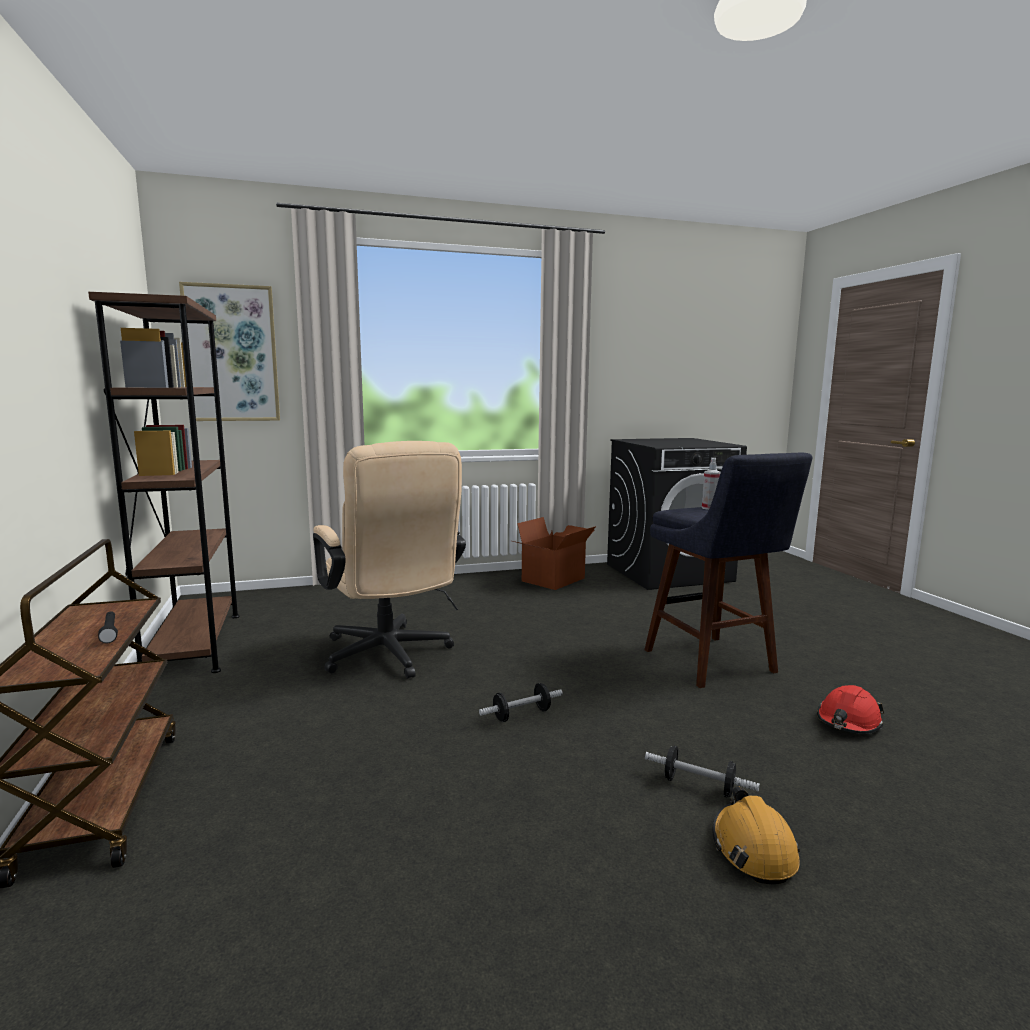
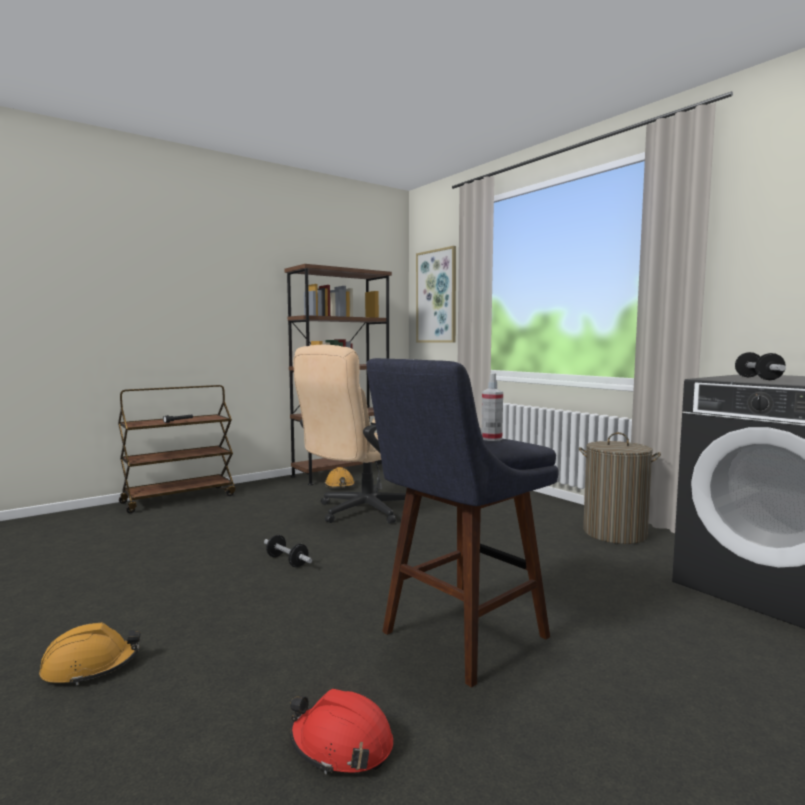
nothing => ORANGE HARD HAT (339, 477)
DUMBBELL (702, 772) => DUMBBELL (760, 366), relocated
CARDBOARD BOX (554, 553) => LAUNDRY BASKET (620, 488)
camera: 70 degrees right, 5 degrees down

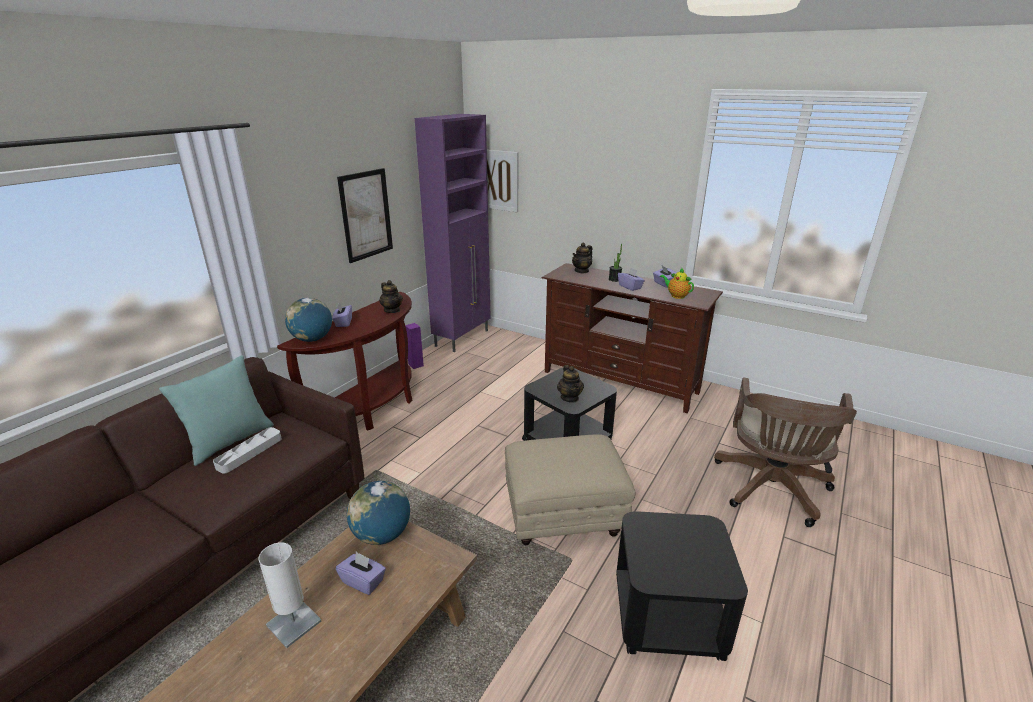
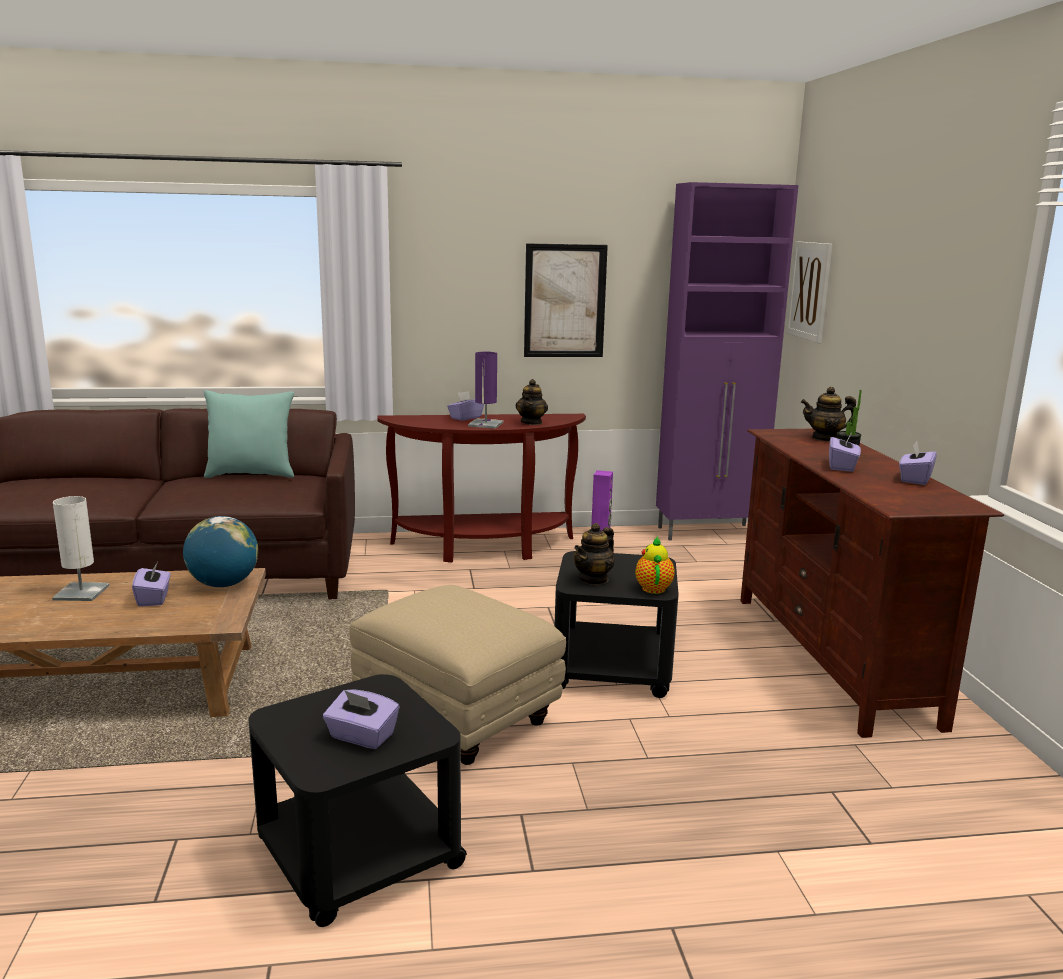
GREY TRAY (247, 450) => nothing
GLOBE (308, 320) => nothing
BROWN OFFICE CHAIR (785, 452) => nothing
nothing => PURPLE TISSUE BOX (361, 719)
nothing => PURPLE TABLE LAMP (485, 390)
TEAPOT (677, 283) => TEAPOT (655, 565), relocated
camera: 50 degrees right, 10 degrees down

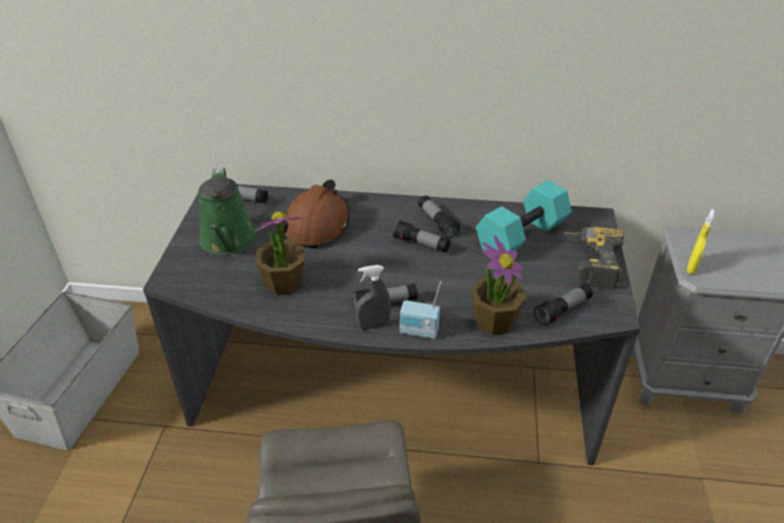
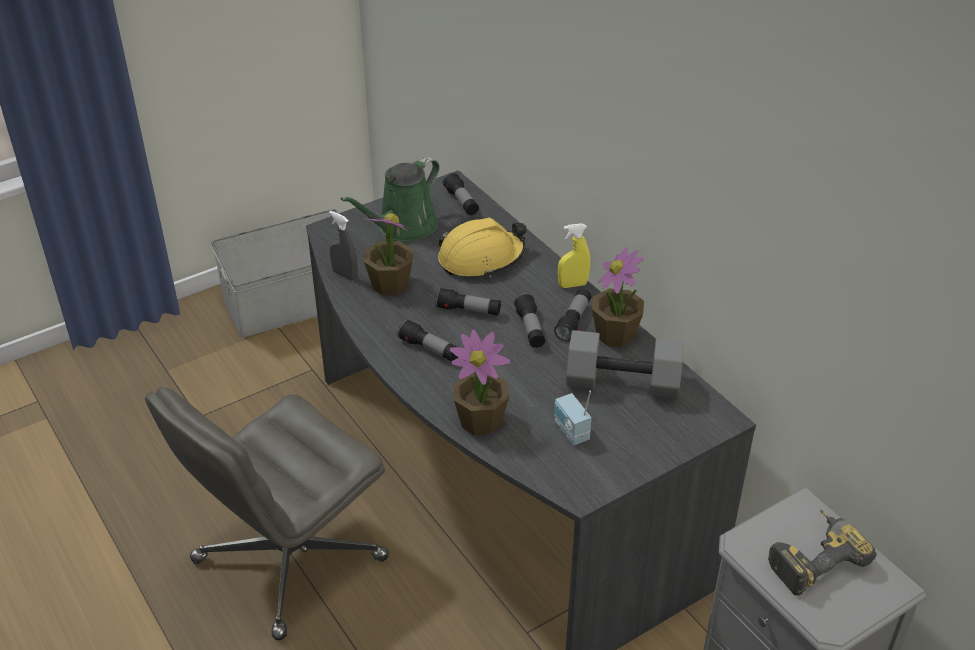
nothing => POTTED PLANT (618, 297)
GREY SPRAY BOTTLE (373, 297) => GREY SPRAY BOTTLE (343, 245), relocated
RADIO (421, 310) => RADIO (573, 418), relocated
FLASHLIGHT (563, 305) => FLASHLIGHT (468, 301), relocated
POWER DRILL (594, 258) => POWER DRILL (822, 552), relocated
YELLOW SPRAY BOTTLE (701, 241) => YELLOW SPRAY BOTTLE (574, 255), relocated
BROWN HARD HAT (317, 214) => YELLOW HARD HAT (482, 248)
TURQUOISE DUMBBELL (524, 215) => GREY DUMBBELL (625, 364)
camera: 50 degrees right, 0 degrees up

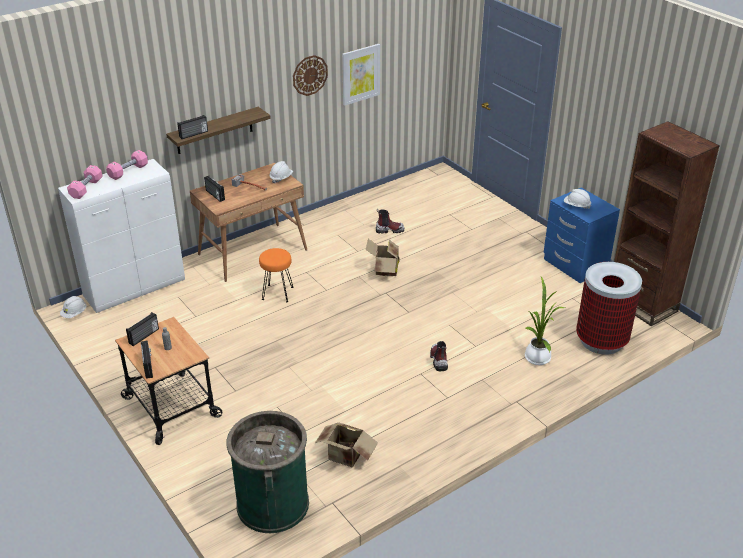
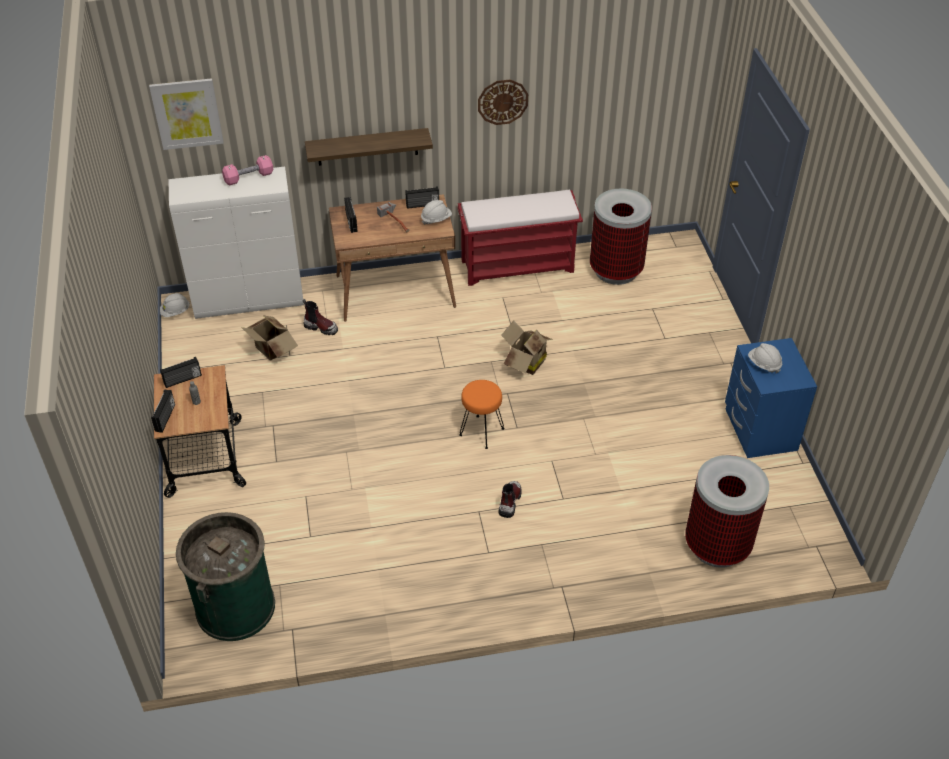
PINK DUMBBELL (85, 182) => nothing
POTTED PLANT (545, 321) => nothing
BROWN BOOKCASE (667, 223) => nothing
nothing => RED BENCH (520, 238)
nothing => TRASH CAN (621, 236)
RADIO (192, 127) => RADIO (422, 197), relocated
ORANGE STOOL (276, 275) => ORANGE STOOL (481, 414), relocated
CARDBOARD BOX (346, 445) => CARDBOARD BOX (269, 338), relocated
PICTURE (361, 75) => PICTURE (186, 114), relocated
BOOT (390, 221) => BOOT (320, 317), relocated
camera: 25 degrees right, 10 degrees up

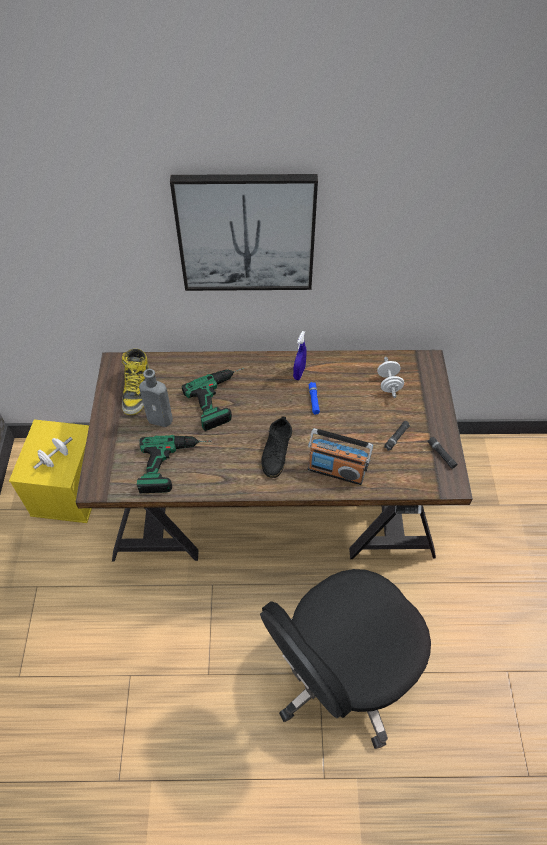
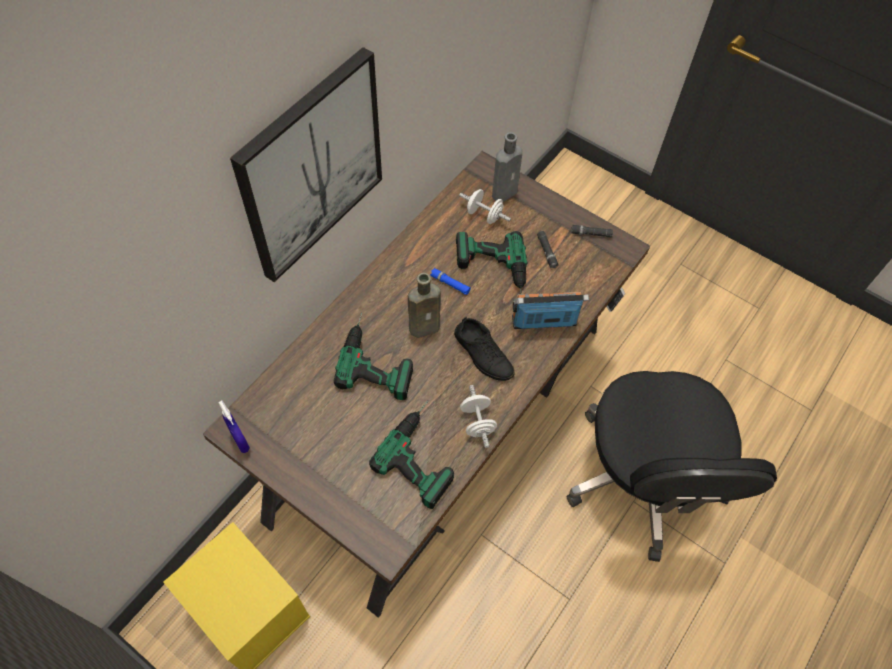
BOOT (136, 382) => nothing
nothing => BROWN BOTTLE (424, 305)
nothing => POWER DRILL (491, 262)
WHITE DUMBBELL (53, 453) => WHITE DUMBBELL (478, 416), relocated
GREY BOTTLE (156, 398) => GREY BOTTLE (507, 167), relocated
BLUE SPRAY BOTTLE (300, 355) => BLUE SPRAY BOTTLE (234, 427), relocated
RADIO (340, 456) => RADIO (550, 310), 150 degrees counterclockwise
camera: 55 degrees left, 5 degrees up

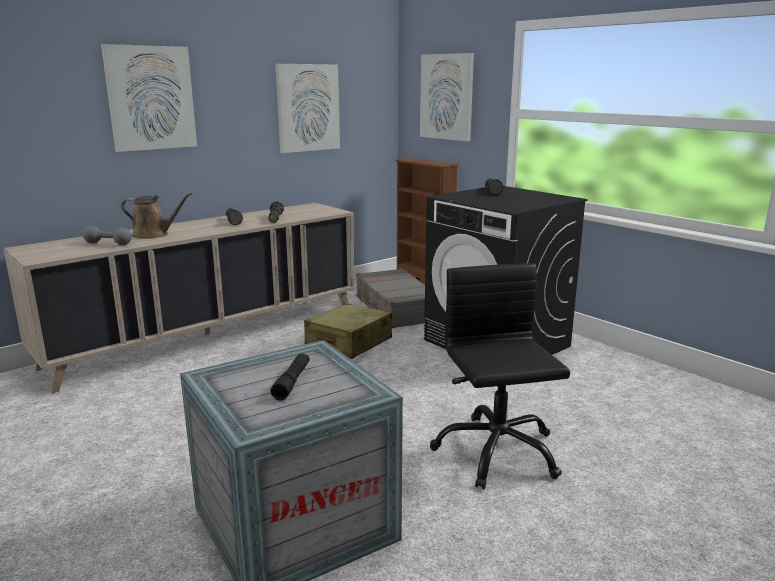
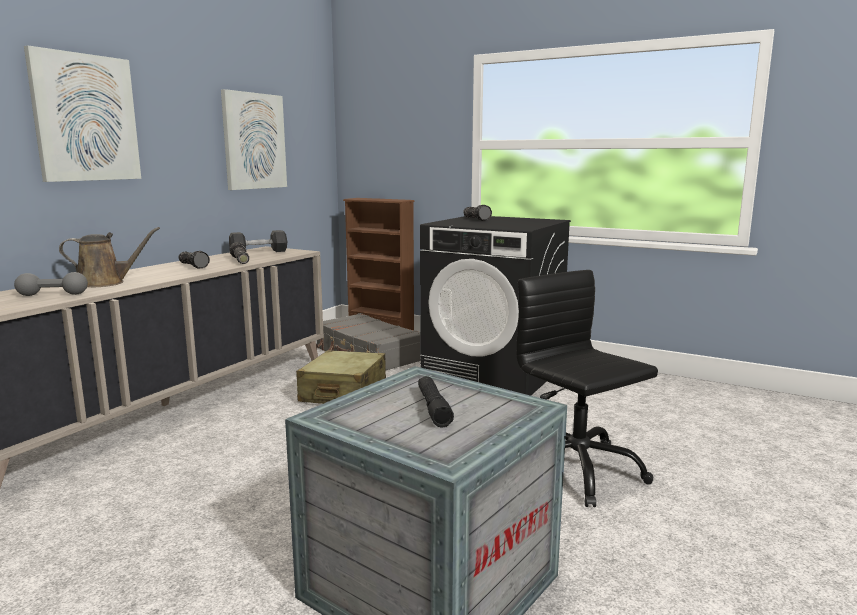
PICTURE (447, 97) => nothing
nothing => BLACK DUMBBELL (258, 241)
camera: 20 degrees left, 5 degrees down

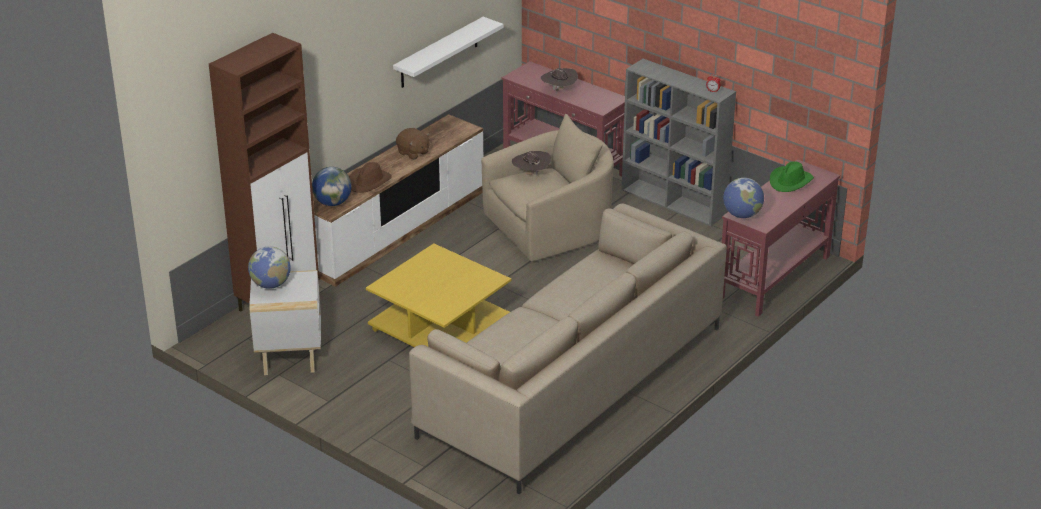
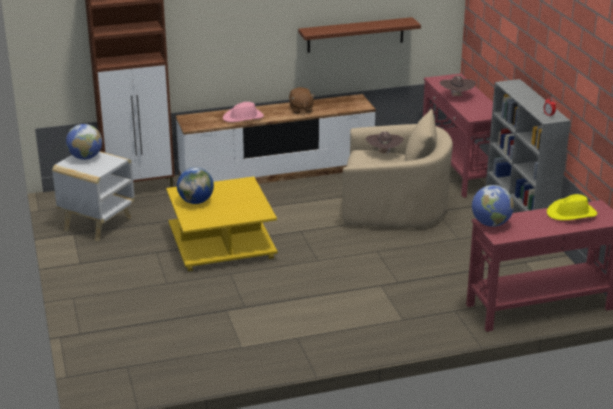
BEIGE SOFA (568, 348) => nothing
GLOBE (332, 186) => GLOBE (195, 185), relocated
BROWN HAT (370, 177) => PINK HAT (243, 112)
WHITE SHELF (448, 52) => BROWN SHELF (359, 35)
GREEN HAT (792, 176) => YELLOW HAT (572, 207)
camera: 35 degrees right, 5 degrees down

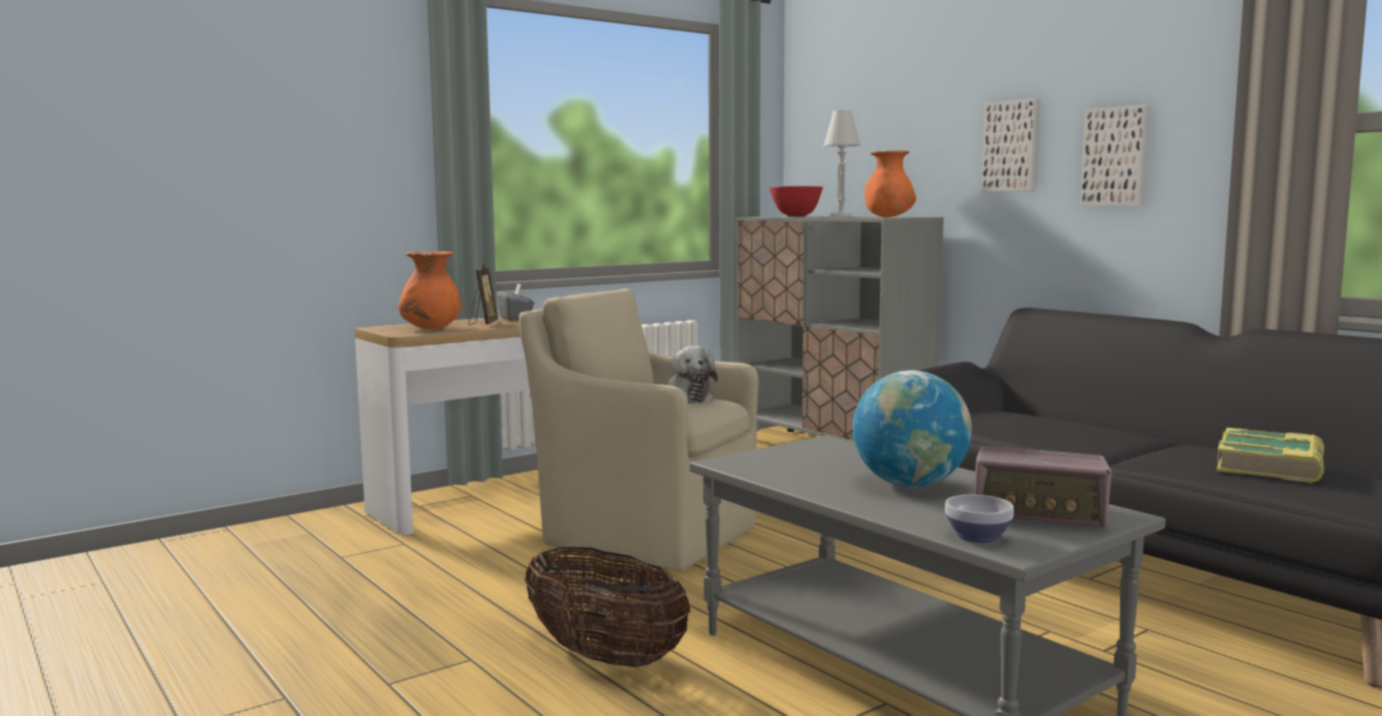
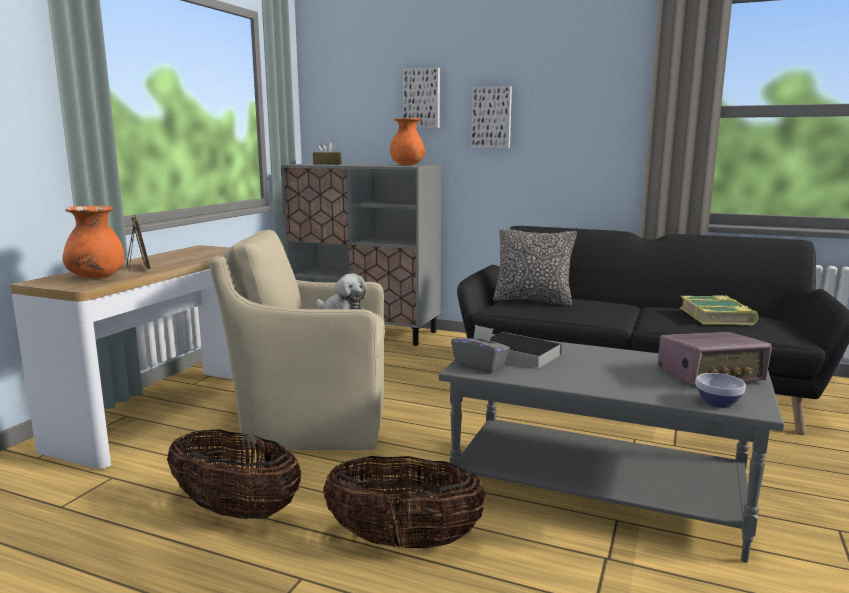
WHITE TABLE LAMP (842, 163) => nothing
GLOBE (912, 428) => nothing
nothing => BASKET (234, 474)
nothing => BOOK (526, 350)
nothing => PILLOW (535, 267)
GREY TISSUE BOX (515, 302) => GREY TISSUE BOX (480, 349), relocated
PICTURE (1115, 155) => PICTURE (421, 98), relocated
RED BOWL (796, 201) => BROWN TISSUE BOX (327, 152)
camera: 30 degrees left, 5 degrees up

